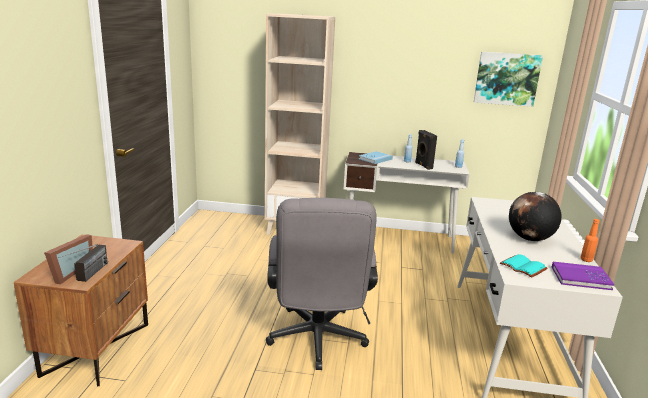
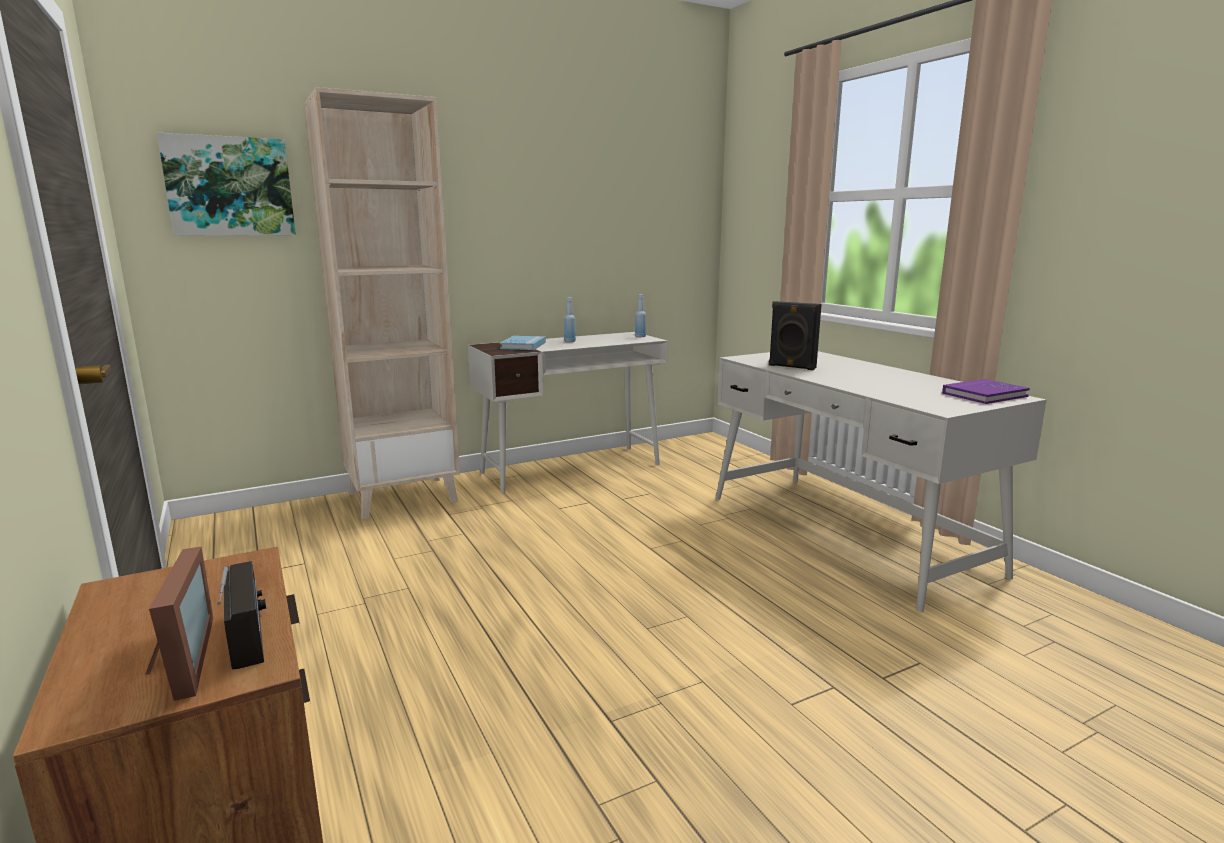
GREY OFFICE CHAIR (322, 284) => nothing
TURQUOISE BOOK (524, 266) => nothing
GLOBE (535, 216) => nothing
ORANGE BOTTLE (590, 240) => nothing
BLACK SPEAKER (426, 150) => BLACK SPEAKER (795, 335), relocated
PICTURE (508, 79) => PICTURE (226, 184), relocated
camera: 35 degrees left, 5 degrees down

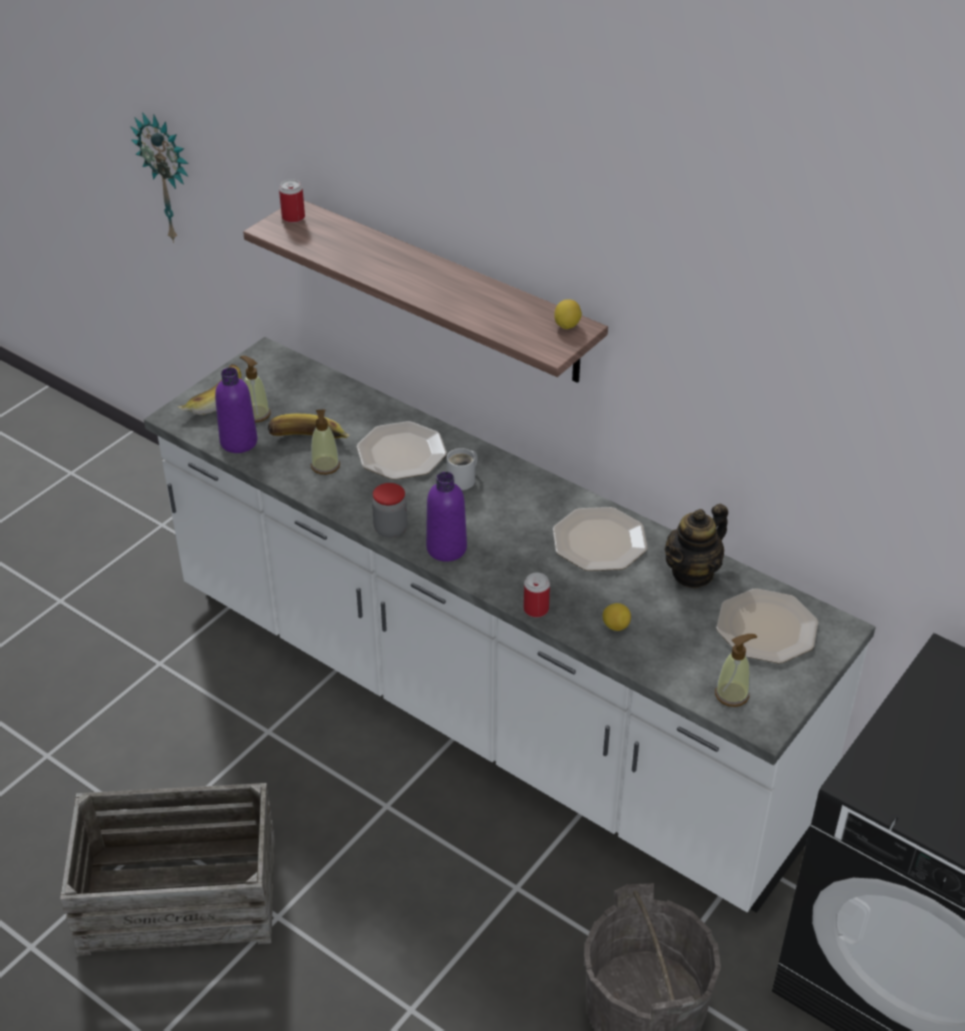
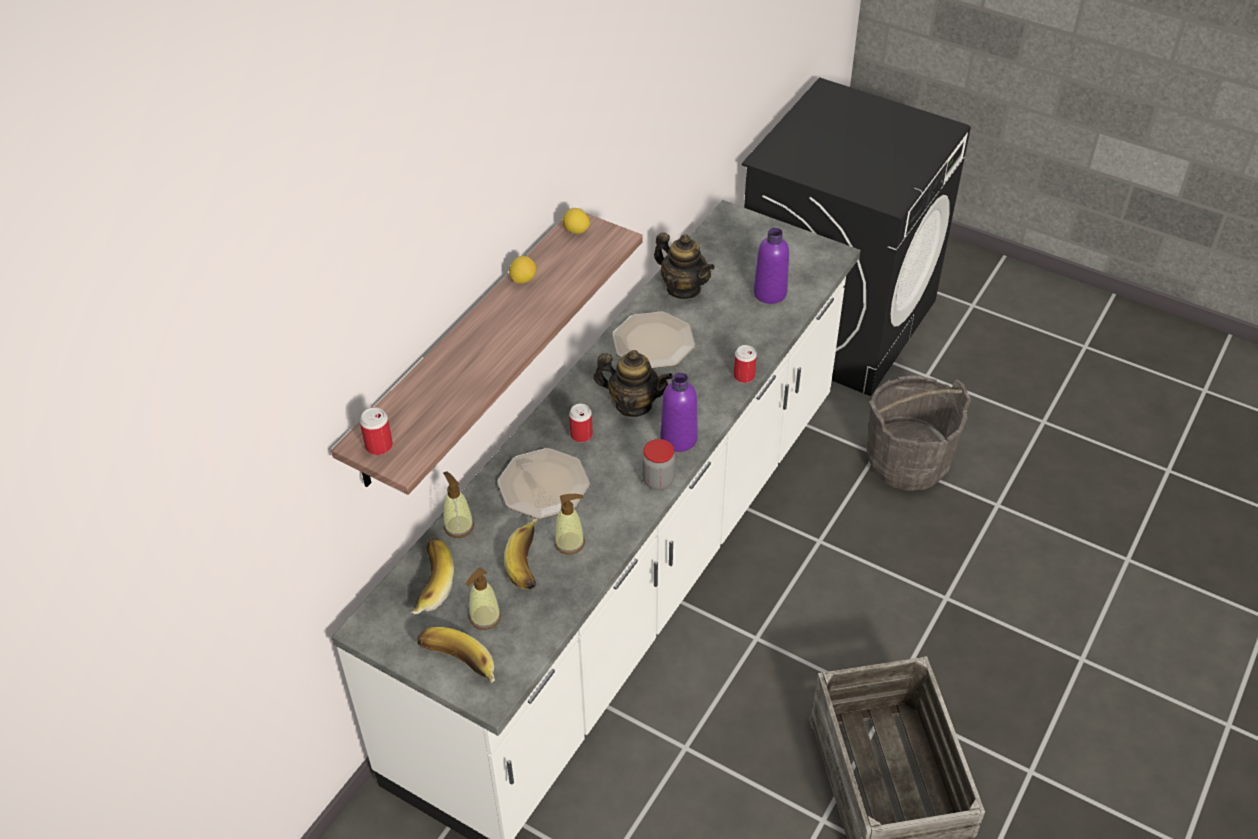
WALL CLOCK (159, 177) => nothing
PLATE (767, 625) => nothing
nothing => BANANA (432, 576)
nothing => TEAPOT (633, 383)
PURPLE BOTTLE (236, 410) => PURPLE BOTTLE (771, 266), relocated
LEMON (617, 617) => LEMON (523, 270), relocated
SOAP DISPENSER (736, 670) => SOAP DISPENSER (458, 504), relocated
WHITE MUG (462, 469) => CAN (581, 423)
camera: 95 degrees left, 5 degrees up

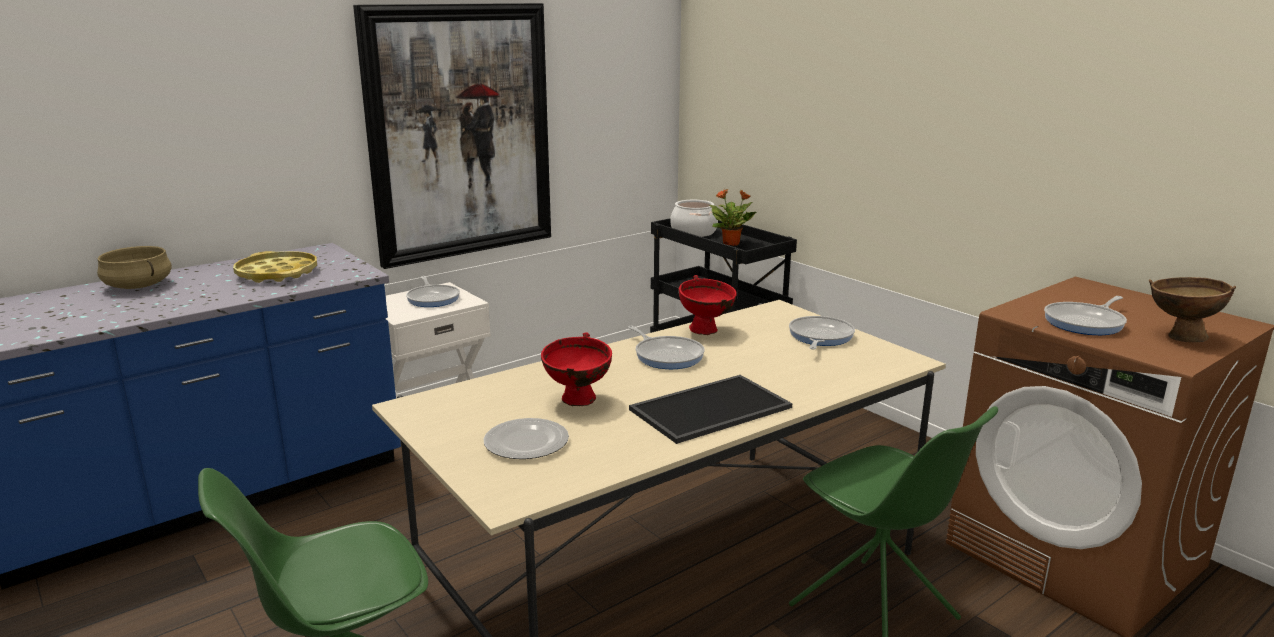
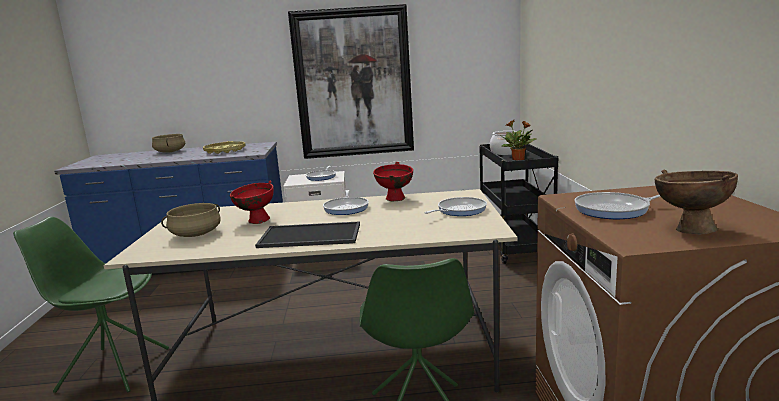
PLATE (526, 438) => BEIGE COOKING POT (191, 220)
camera: 35 degrees right, 5 degrees down

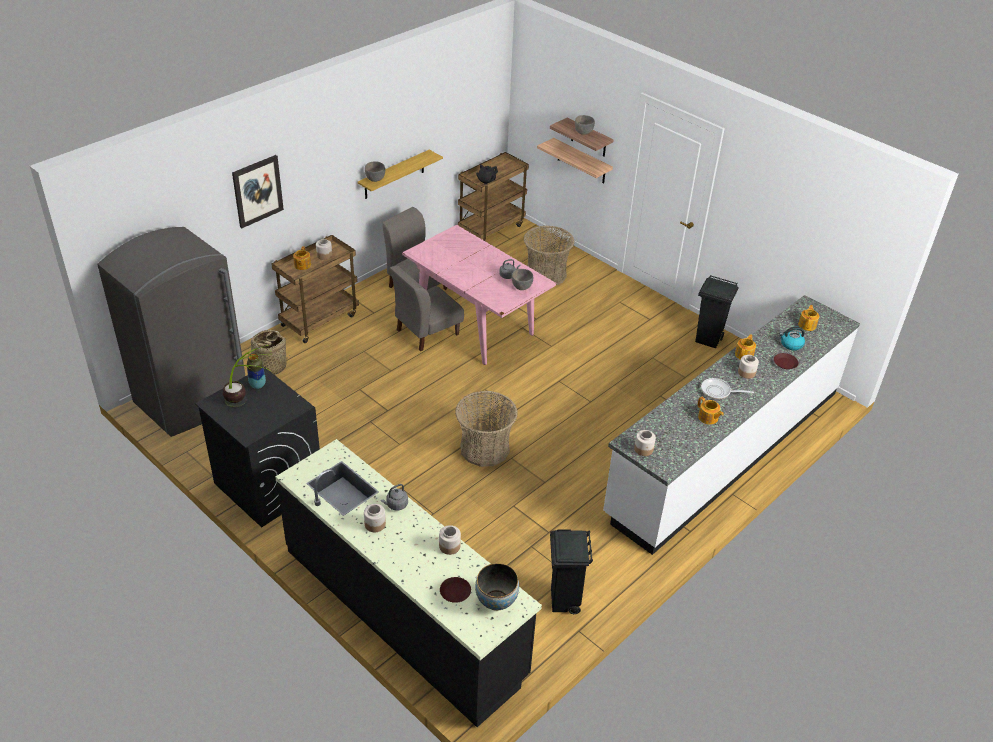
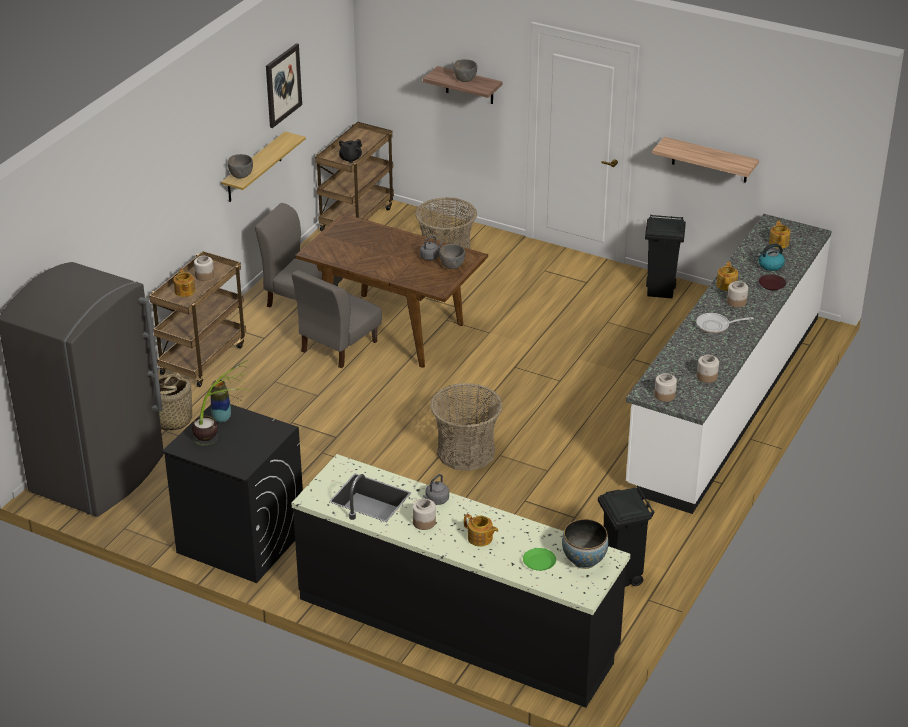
PICTURE (258, 191) => PICTURE (284, 85), relocated
JAR (450, 540) => JAR (708, 369), relocated
SHELF (575, 160) => SHELF (705, 160), relocated
TEAPOT (711, 411) => TEAPOT (481, 530), relocated
PINK DINING TABLE (479, 295) => BROWN DINING TABLE (391, 290)
BROWN PLATE (455, 590) => GREEN PLATE (539, 559)
camera: 15 degrees left, 5 degrees down

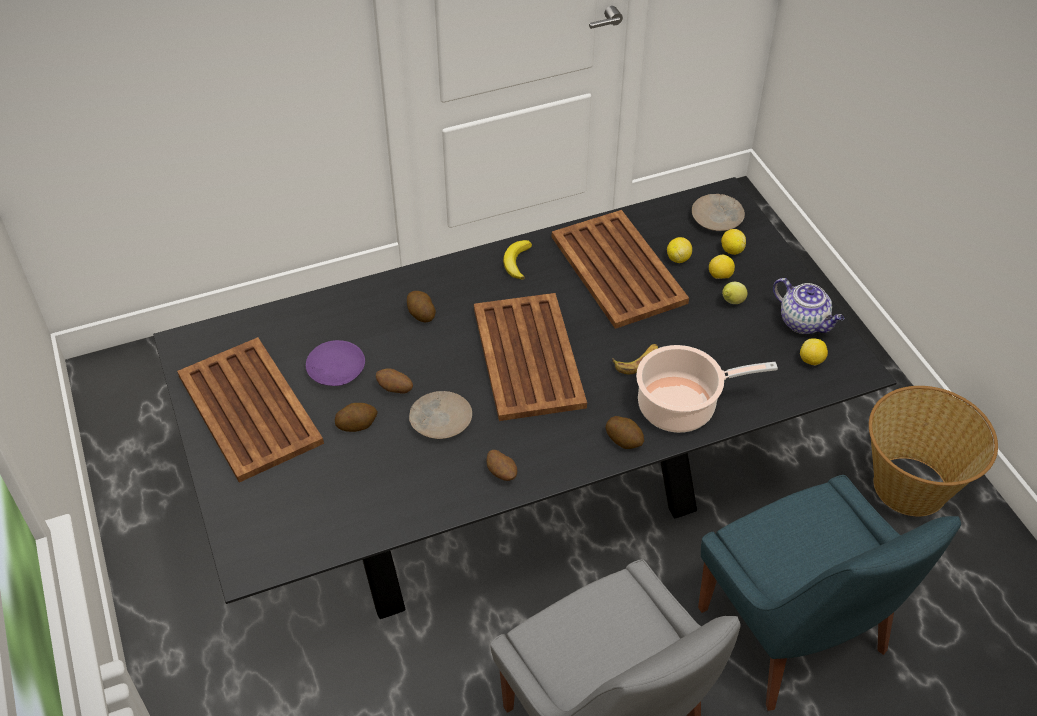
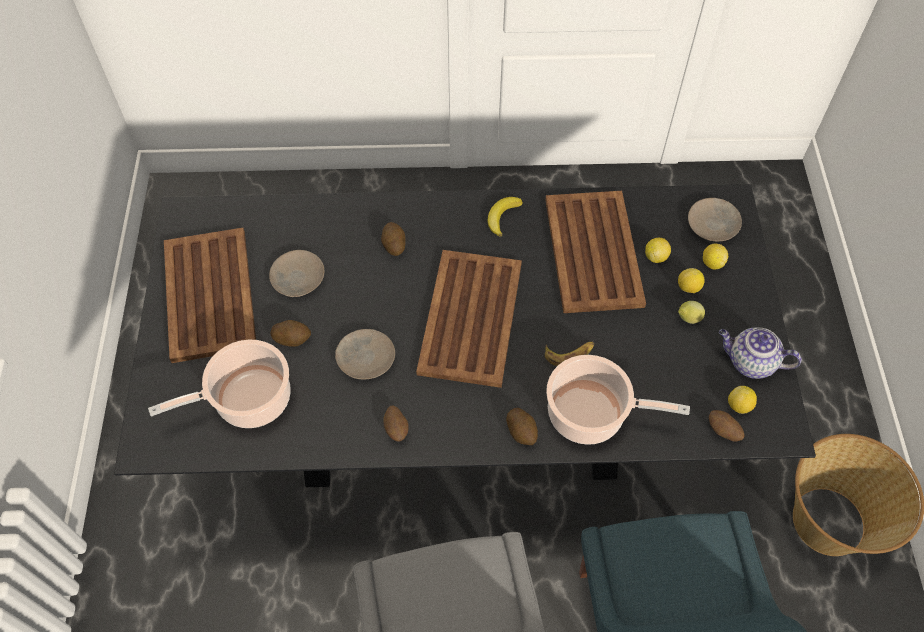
nothing => COOKING POT (219, 383)
POTATO (394, 381) => POTATO (726, 426), relocated
PURPLE PLATE (335, 363) => BEIGE PLATE (296, 273)
TEAPOT (808, 306) => TEAPOT (760, 353), 135 degrees clockwise
camera: 20 degrees right, 10 degrees up

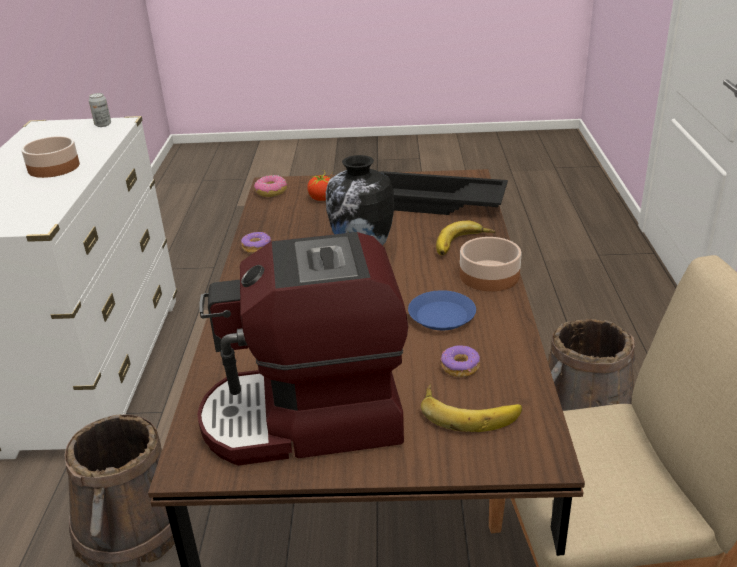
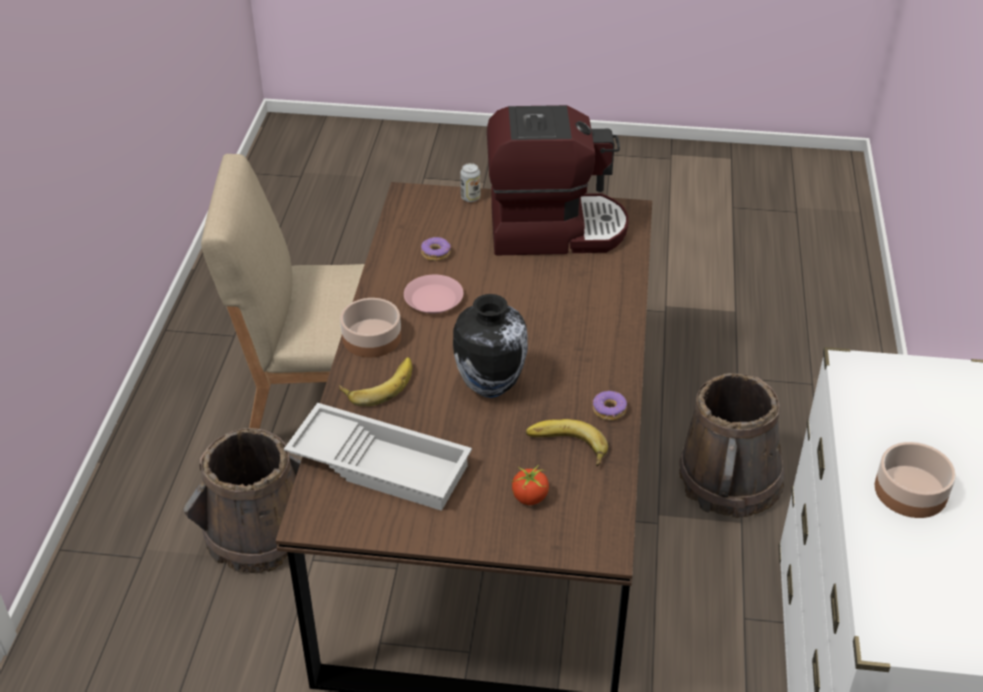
DONUT (270, 186) => nothing
CAN (100, 110) => CAN (470, 182), relocated
BANANA (471, 408) => BANANA (567, 442), relocated
BLACK TRAY (444, 193) => WHITE TRAY (378, 457)
BLUE PLATE (442, 310) => PINK PLATE (434, 294)
camera: 175 degrees left, 10 degrees up

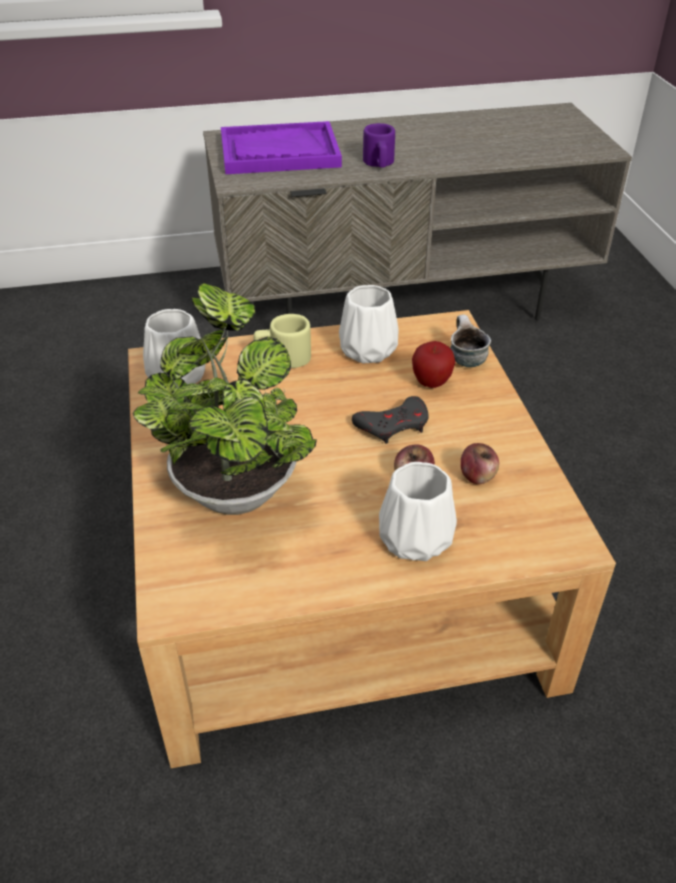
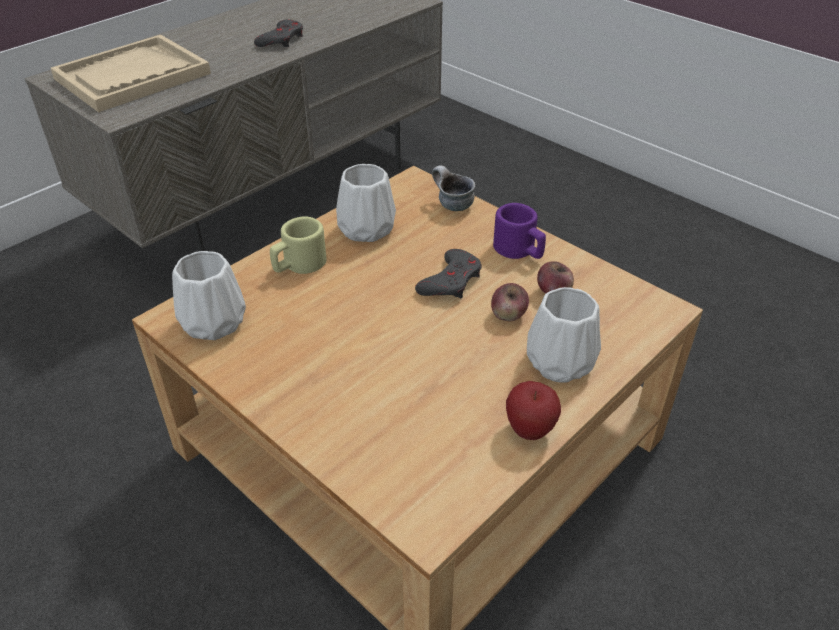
POTTED PLANT (225, 399) => nothing
nothing => GREY GAME CONTROLLER (278, 33)
PURPLE MUG (379, 145) => PURPLE MUG (519, 231), relocated
APPLE (433, 364) => APPLE (533, 410), relocated
PURPLE TRAY (281, 147) => BEIGE TRAY (131, 73)
camera: 35 degrees left, 0 degrees up

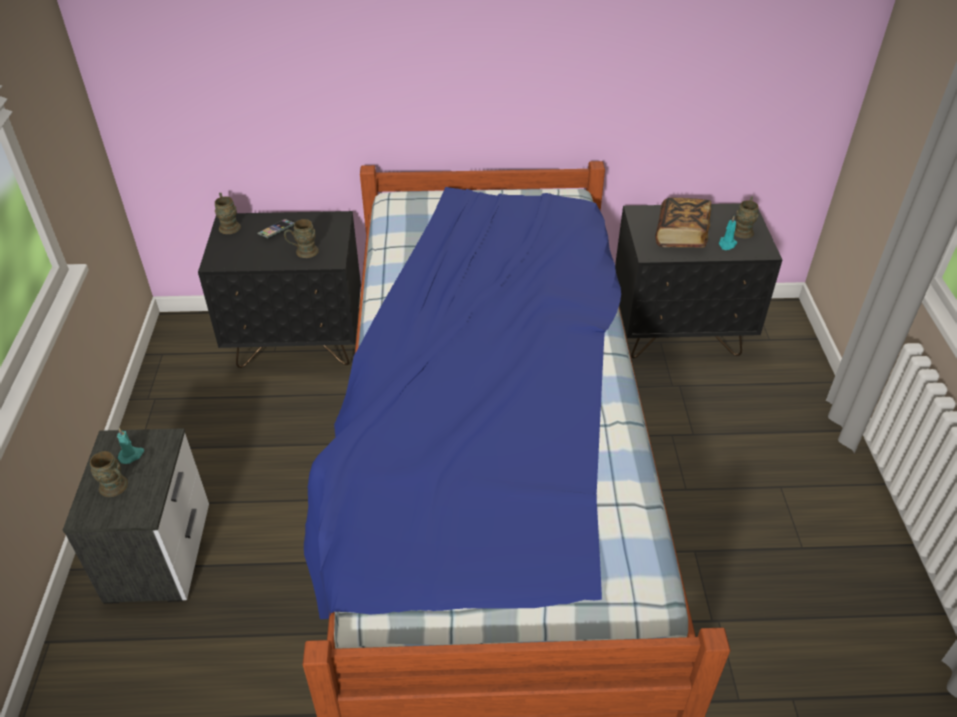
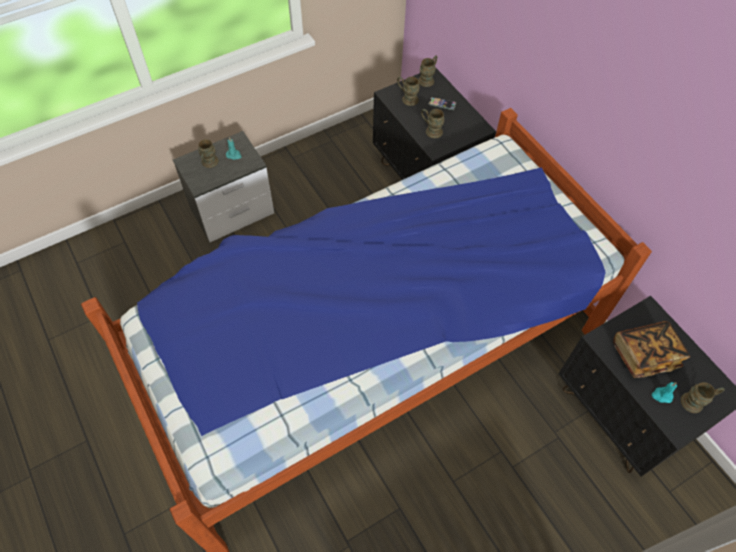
nothing => BROWN MUG (408, 91)
camera: 60 degrees right, 15 degrees up

